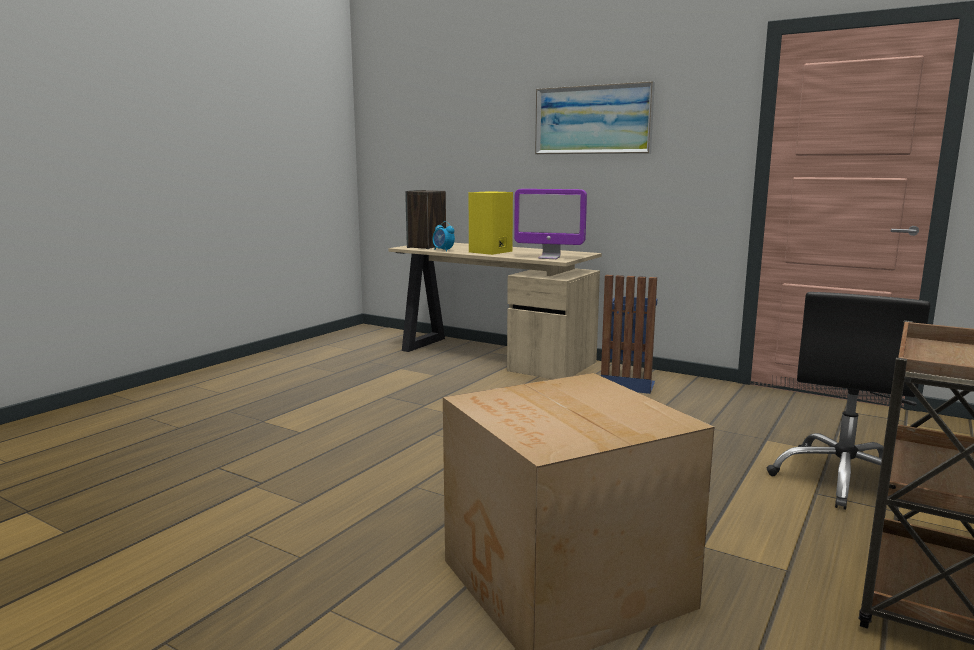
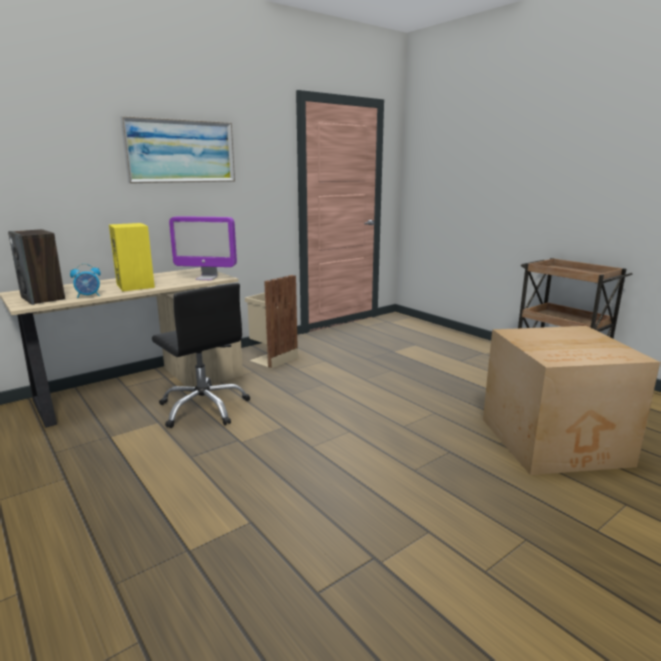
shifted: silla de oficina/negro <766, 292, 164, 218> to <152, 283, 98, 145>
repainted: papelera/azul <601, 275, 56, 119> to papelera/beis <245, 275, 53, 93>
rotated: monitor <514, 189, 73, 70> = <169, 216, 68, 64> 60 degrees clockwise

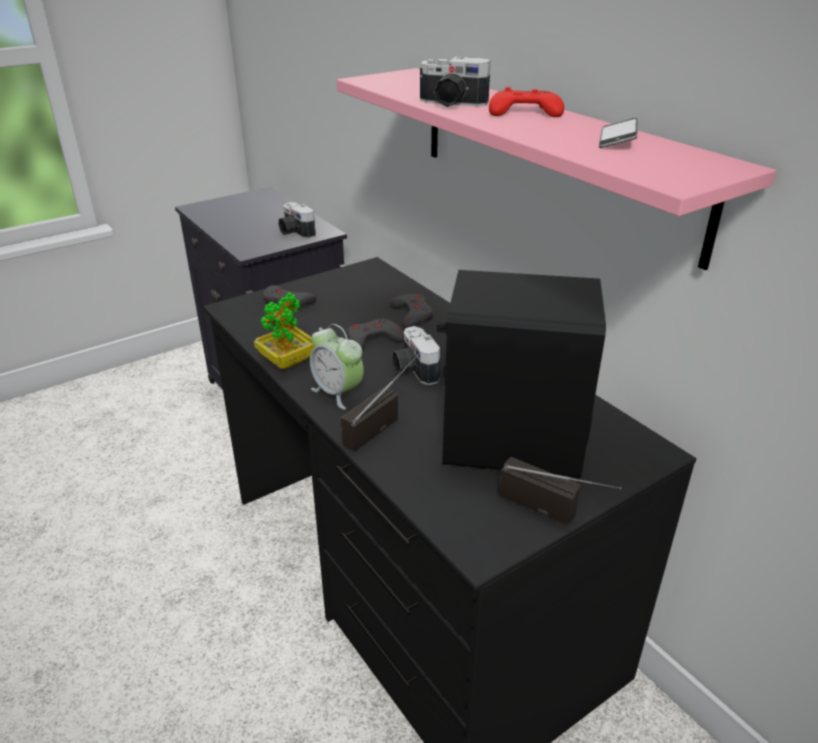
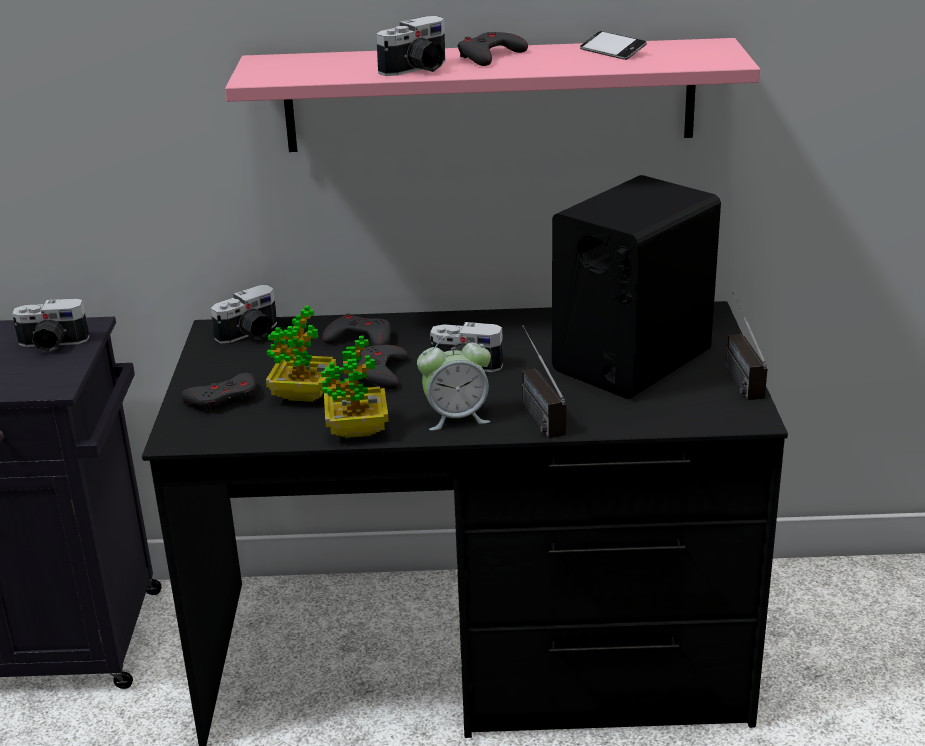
new: cámara <211, 285, 66, 59>; planta en maceta <266, 306, 70, 96>
repainted: mando de consola/rojo <489, 87, 75, 30> to mando de consola/gris <458, 32, 70, 34>
rotated: radio <499, 457, 122, 68> = <726, 292, 41, 108> 75 degrees counterclockwise

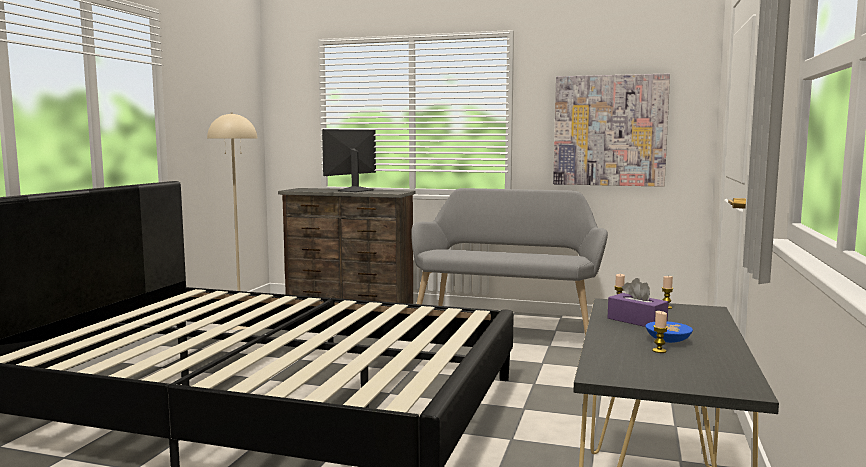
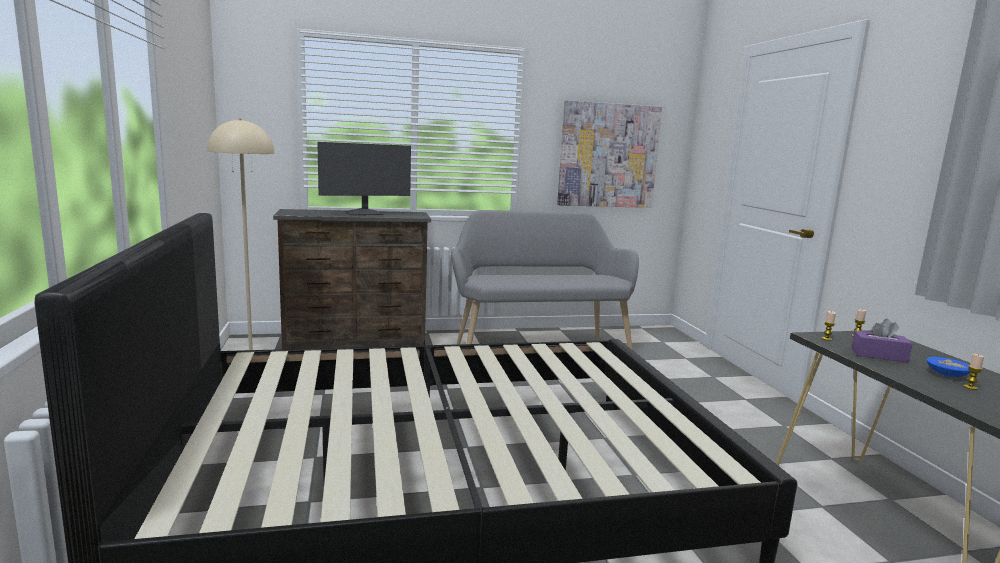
rotated: monitor <322, 129, 54, 63> = <317, 142, 94, 73> 120 degrees counterclockwise

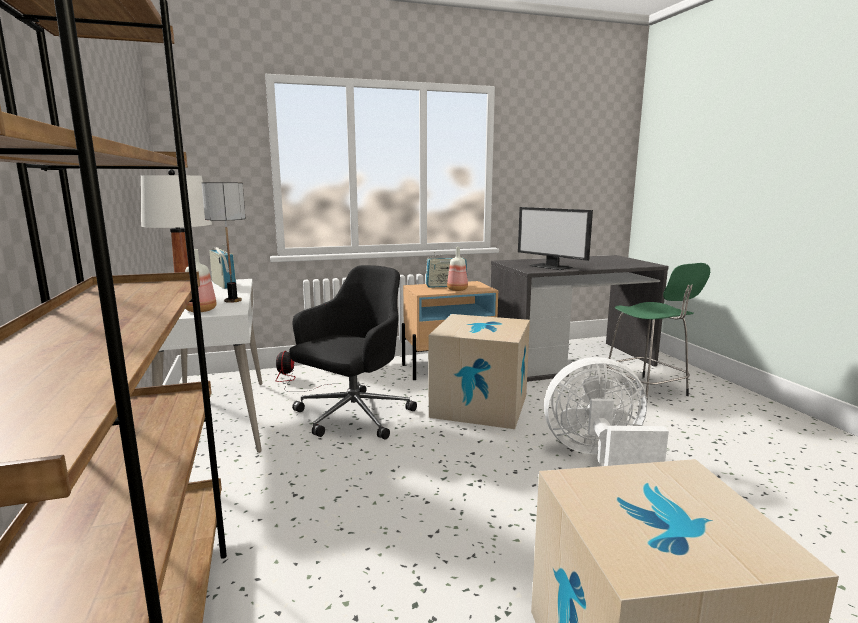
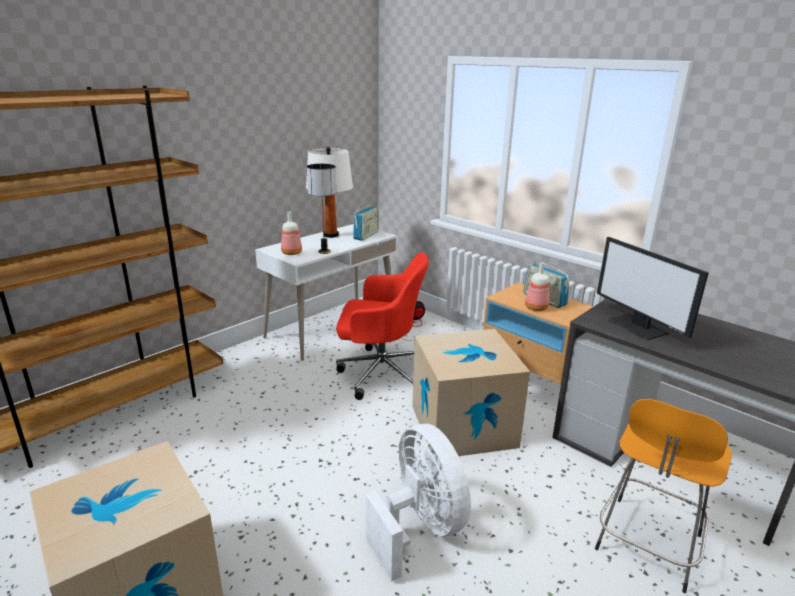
repainted: taburete/verde <604, 263, 106, 137> to taburete/naranja <595, 399, 137, 194>; silla de oficina/negro <289, 265, 128, 175> to silla de oficina/rojo <336, 252, 93, 148>
rotated: monitor <518, 207, 75, 63> = <597, 237, 112, 103> 45 degrees counterclockwise

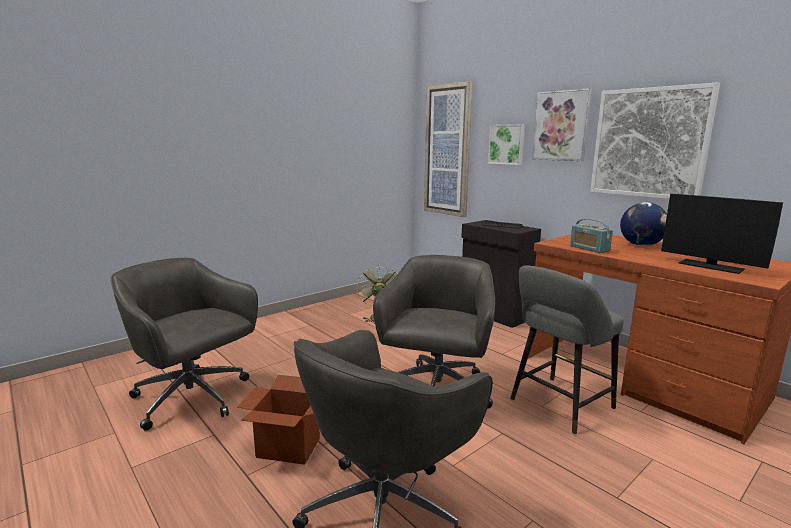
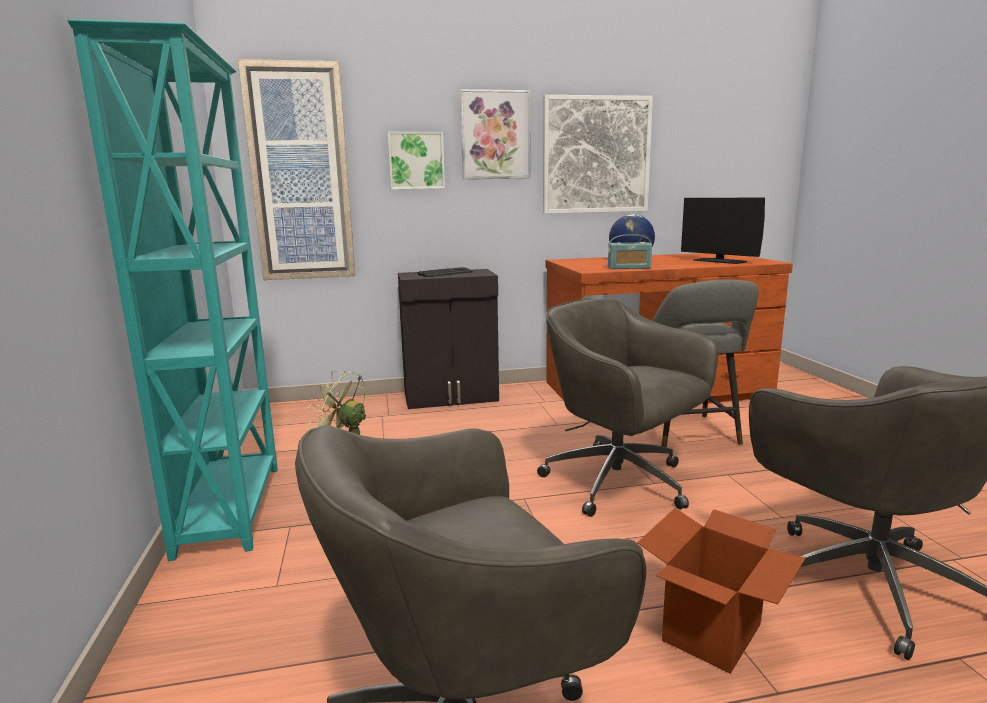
new: estantería/turquesa <67, 19, 211, 542>
rotated: monitor <661, 194, 122, 80> = <681, 198, 84, 66> 60 degrees clockwise

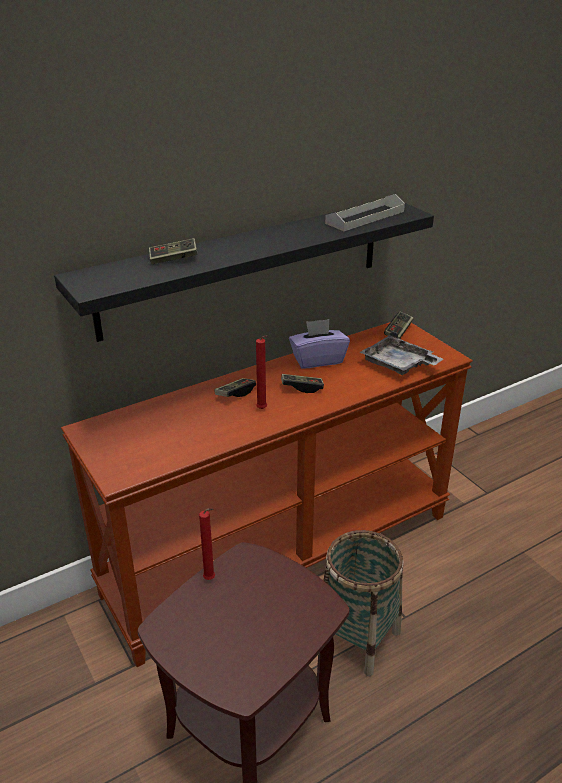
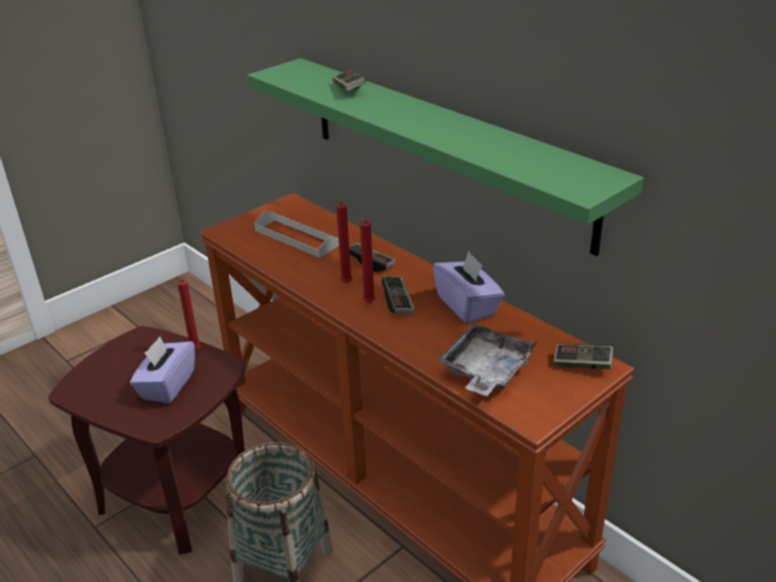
new: vela/rojo <360, 218, 15, 85>; caja de pañuelos/morado <130, 337, 65, 67>
shifted: bandeja/gris <325, 194, 80, 37> to <254, 212, 85, 46>
repainted: estante/negro <54, 203, 380, 139> to estante/verde <247, 58, 397, 198>

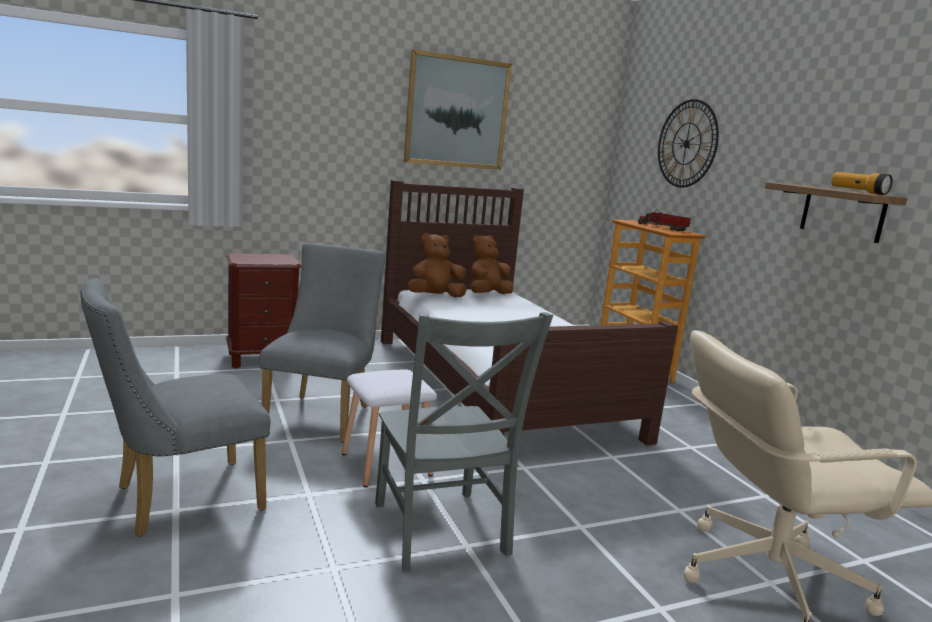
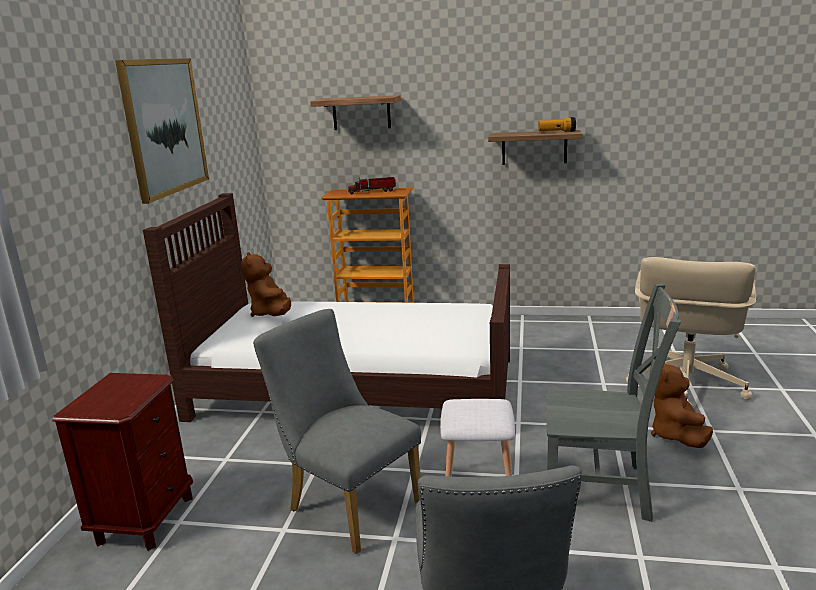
shifted: peluche/marrón <408, 233, 58, 65> to <651, 364, 62, 84>
swapped: reloj de pared <658, 99, 61, 89> to estante <310, 95, 91, 35>

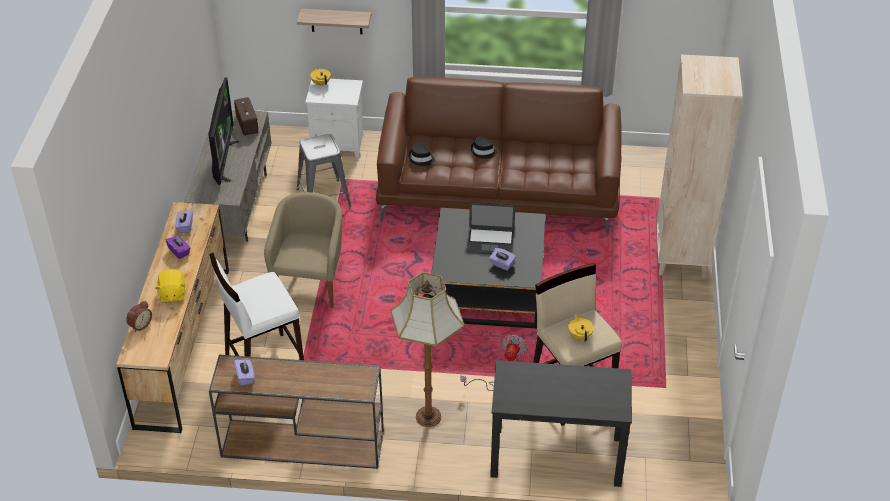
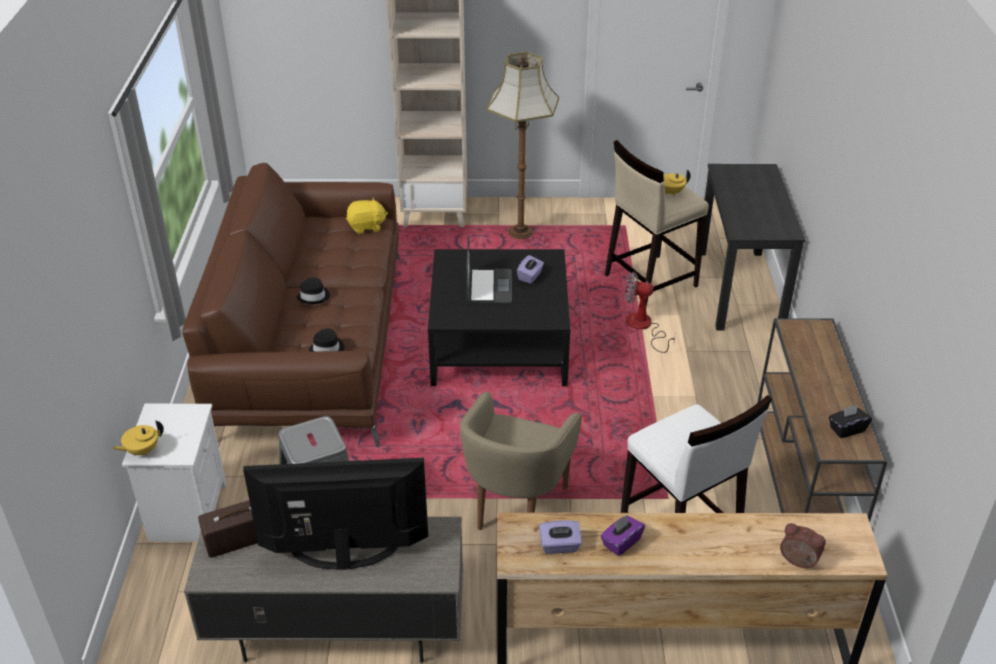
gone: estante <297, 9, 74, 25>
shifted: peluche/amarillo <155, 269, 30, 34> to <346, 197, 42, 37>; lámpara de pie <391, 272, 74, 155> to <486, 52, 73, 187>
repainted: caja de pañuelos/morado <234, 359, 20, 27> to caja de pañuelos/negro <829, 405, 43, 33>
rotated: sillón/beis <264, 192, 78, 116> = <460, 392, 122, 138> 75 degrees counterclockwise

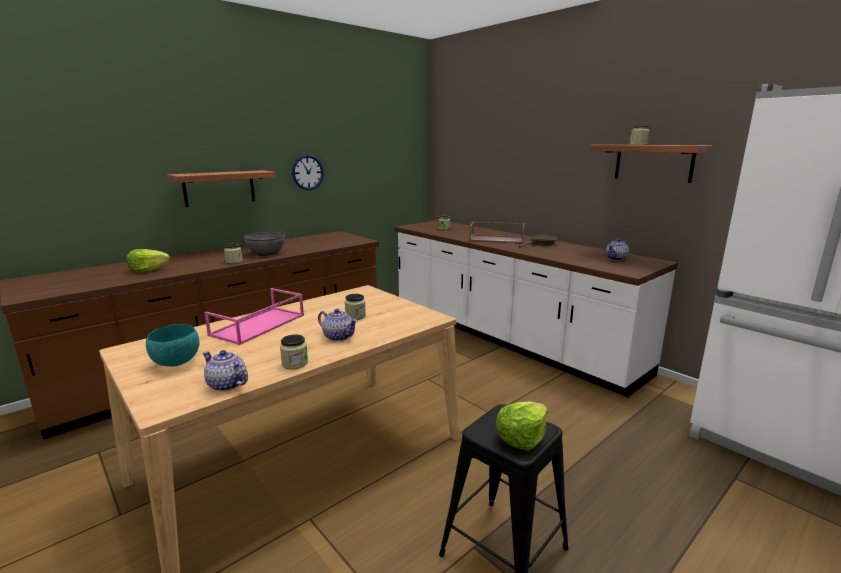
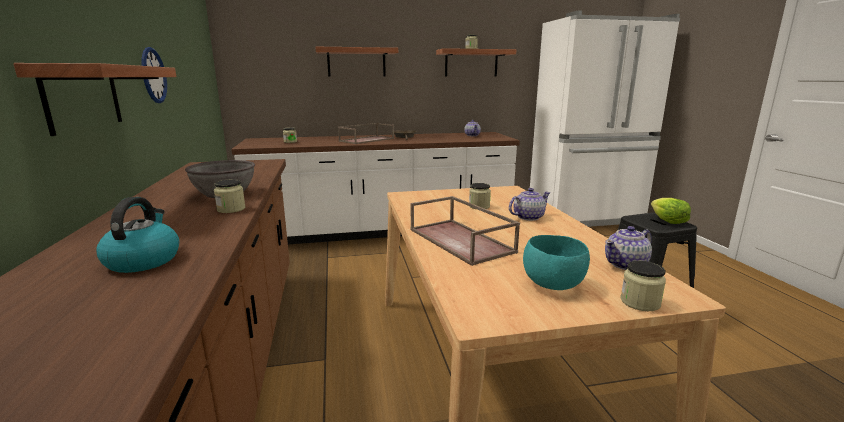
new: estante <315, 47, 83, 29>
shifted: tarro <280, 335, 28, 35> to <620, 261, 46, 50>
swapped: lechuga <126, 249, 44, 23> to hervidor <96, 197, 83, 76>
repainted: bandeja/rosa <204, 288, 100, 57> to bandeja/marrón <410, 196, 110, 70>

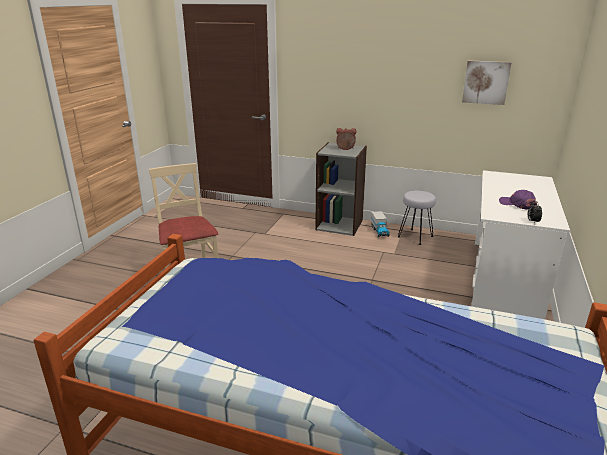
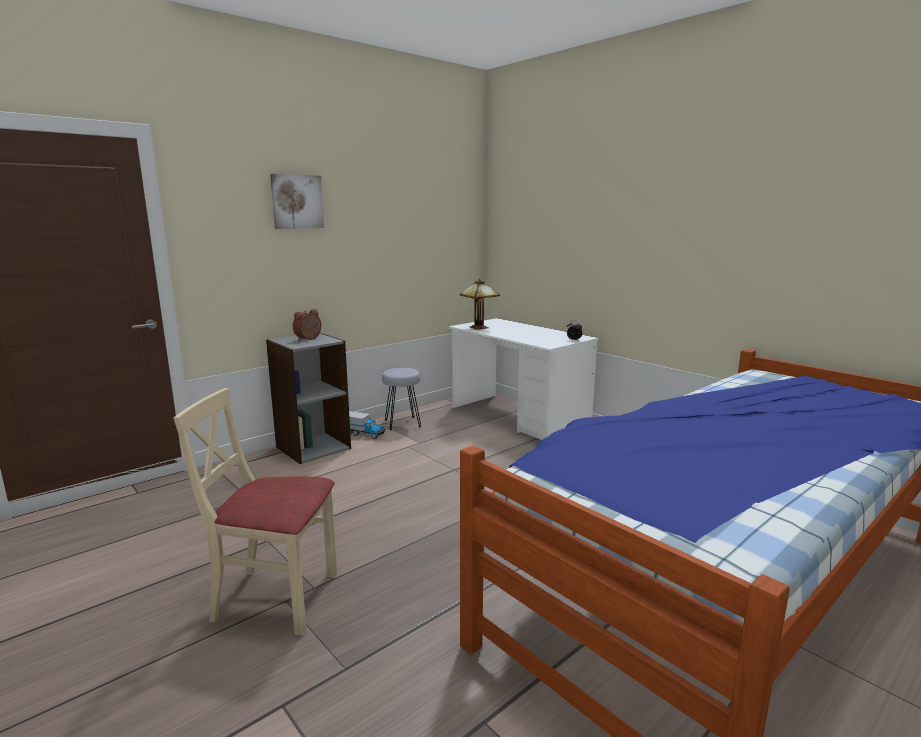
gone: gorra/morado <499, 190, 38, 20>
new: lámpara de mesa <459, 279, 41, 51>
shifted: cuadro <462, 60, 50, 45> to <270, 174, 54, 55>

